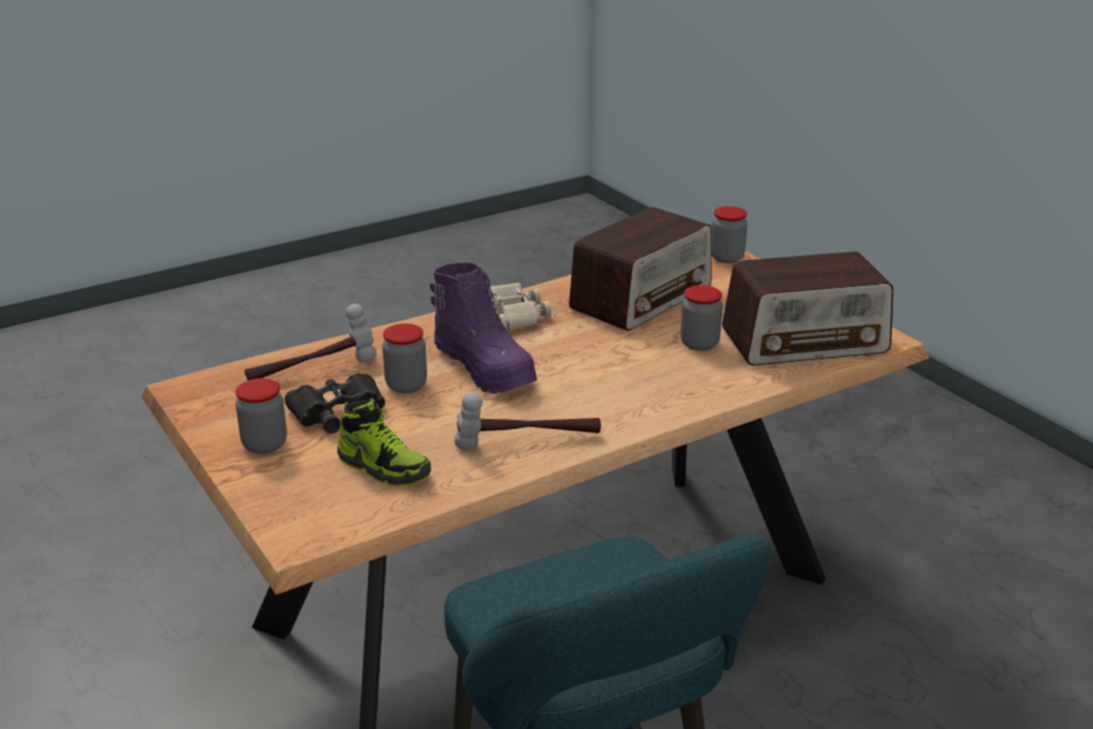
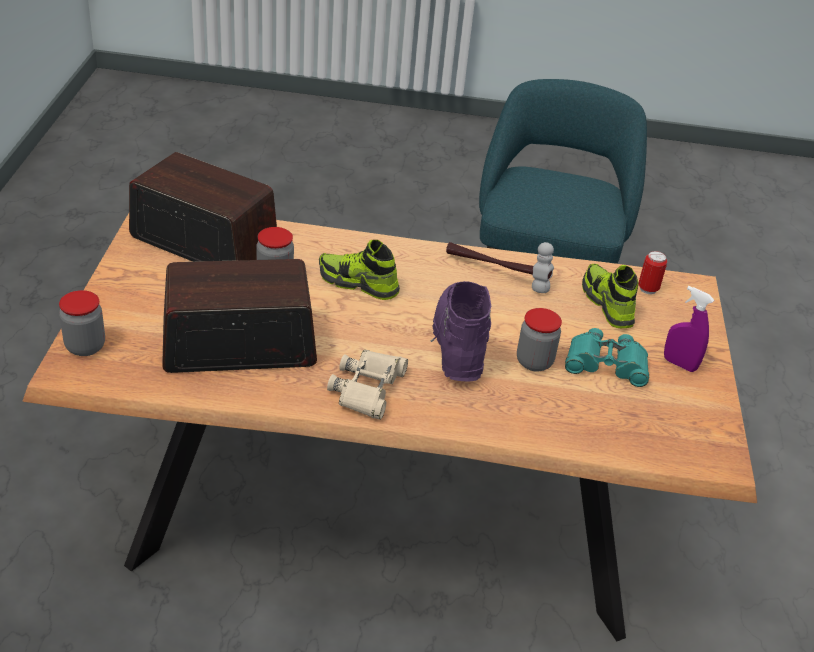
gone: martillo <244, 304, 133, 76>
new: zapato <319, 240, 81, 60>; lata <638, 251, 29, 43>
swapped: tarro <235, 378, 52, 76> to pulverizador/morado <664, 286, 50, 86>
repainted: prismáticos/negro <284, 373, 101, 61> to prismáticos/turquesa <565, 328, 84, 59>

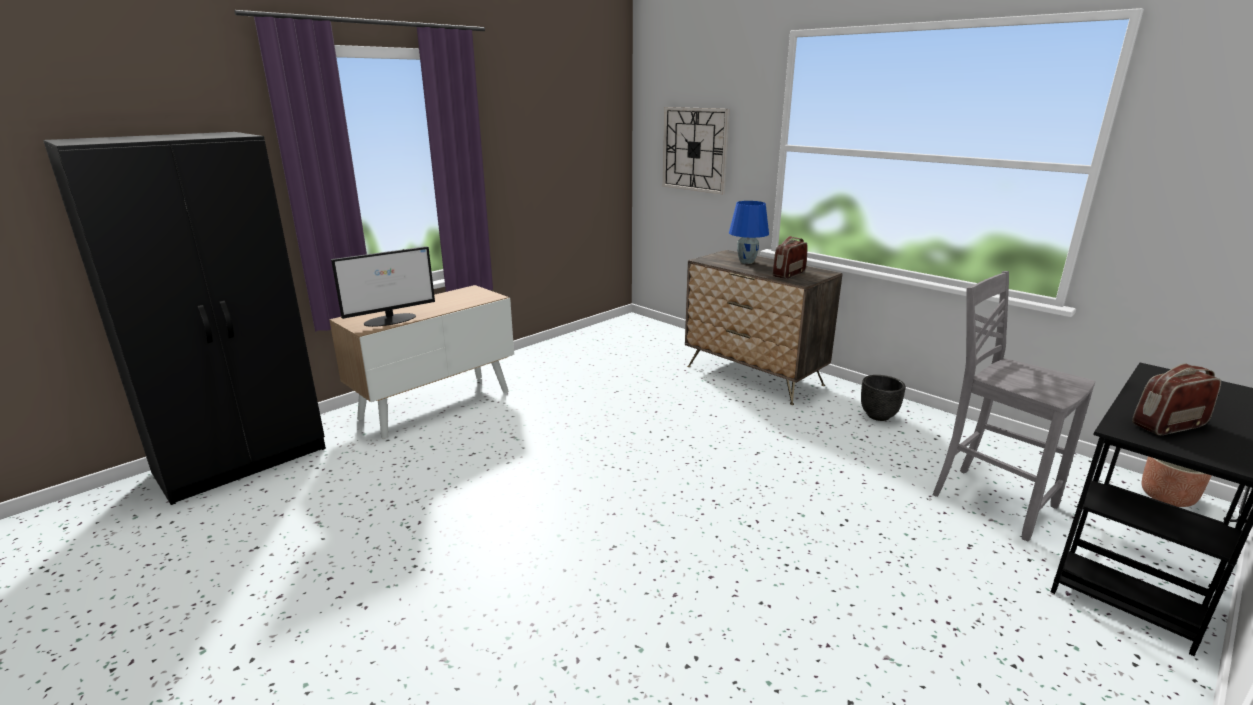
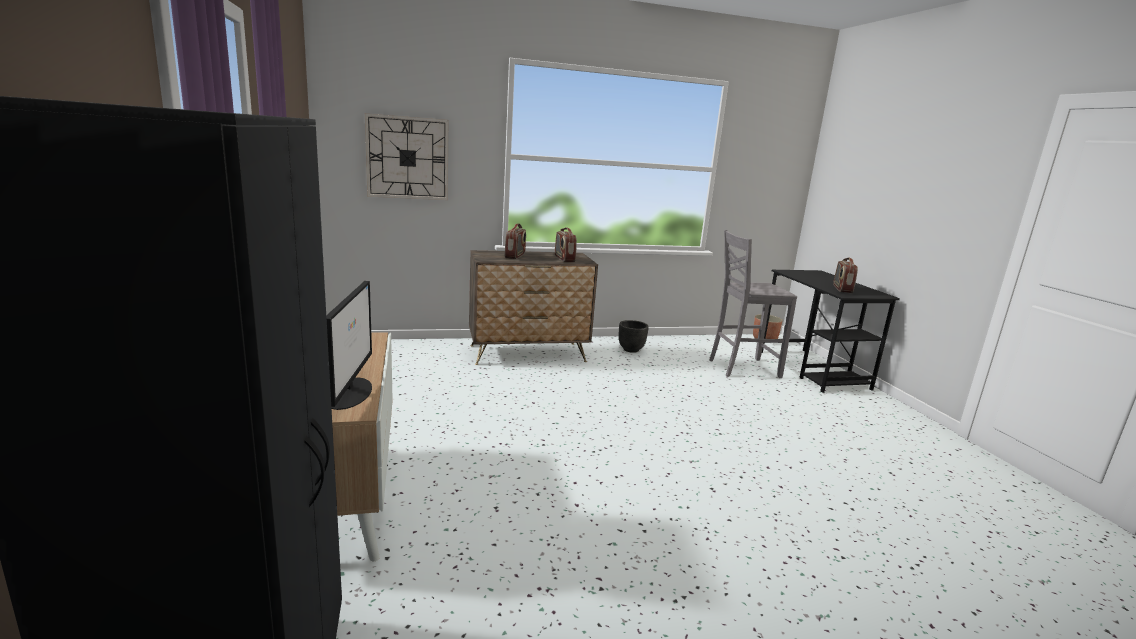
swapped: lámpara de mesa/azul <729, 201, 40, 63> to radio <505, 223, 21, 36>

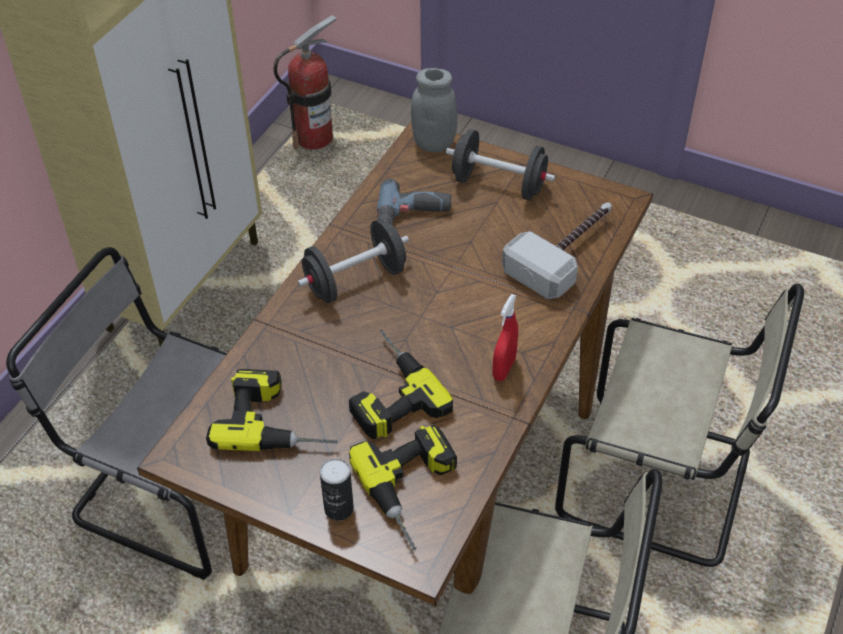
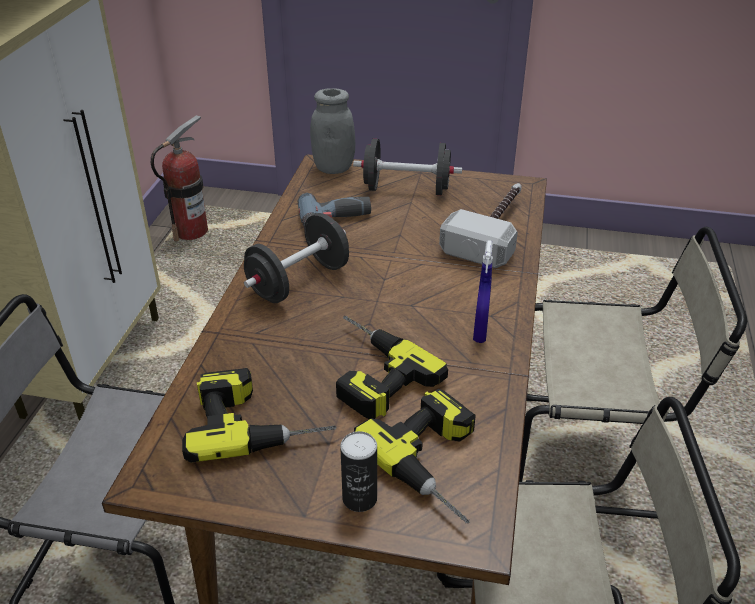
repainted: pulverizador/rojo <492, 294, 26, 87> to pulverizador/azul <473, 240, 20, 103>

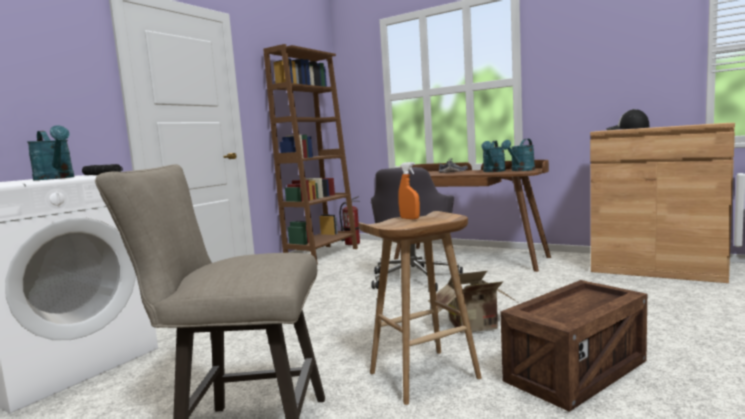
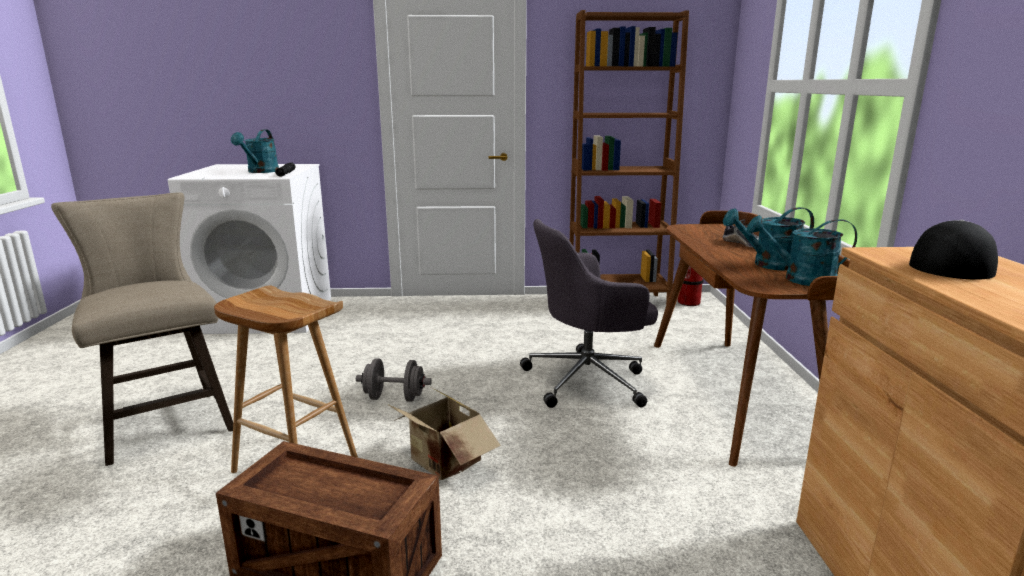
gone: pulverizador/naranja <398, 162, 22, 57>
new: mancuerna/gris <356, 358, 76, 44>

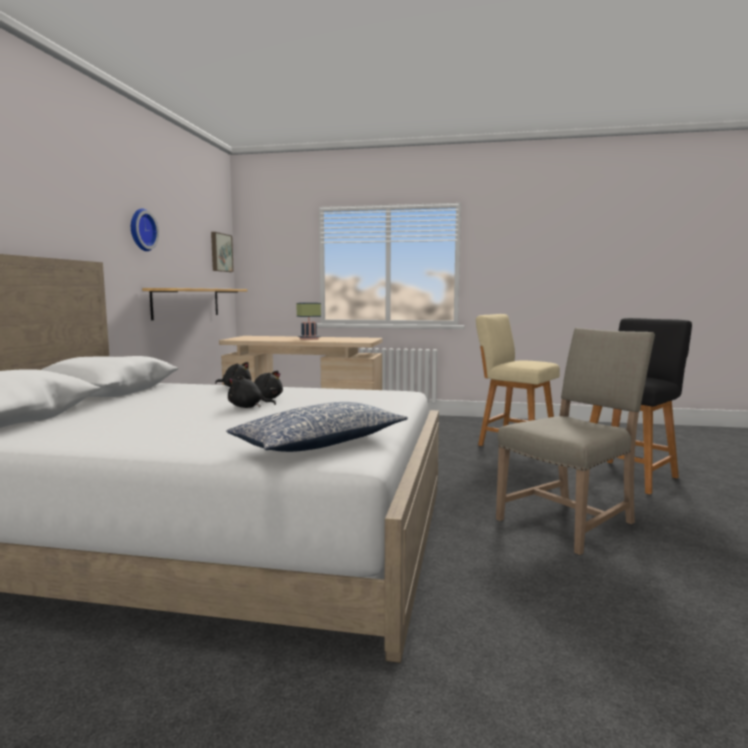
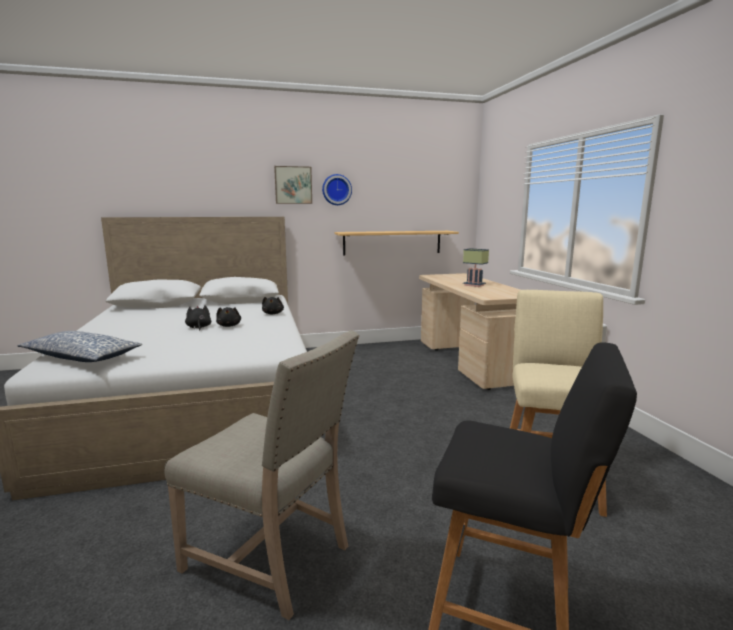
shifted: cuadro <211, 232, 23, 40> to <274, 166, 38, 38>

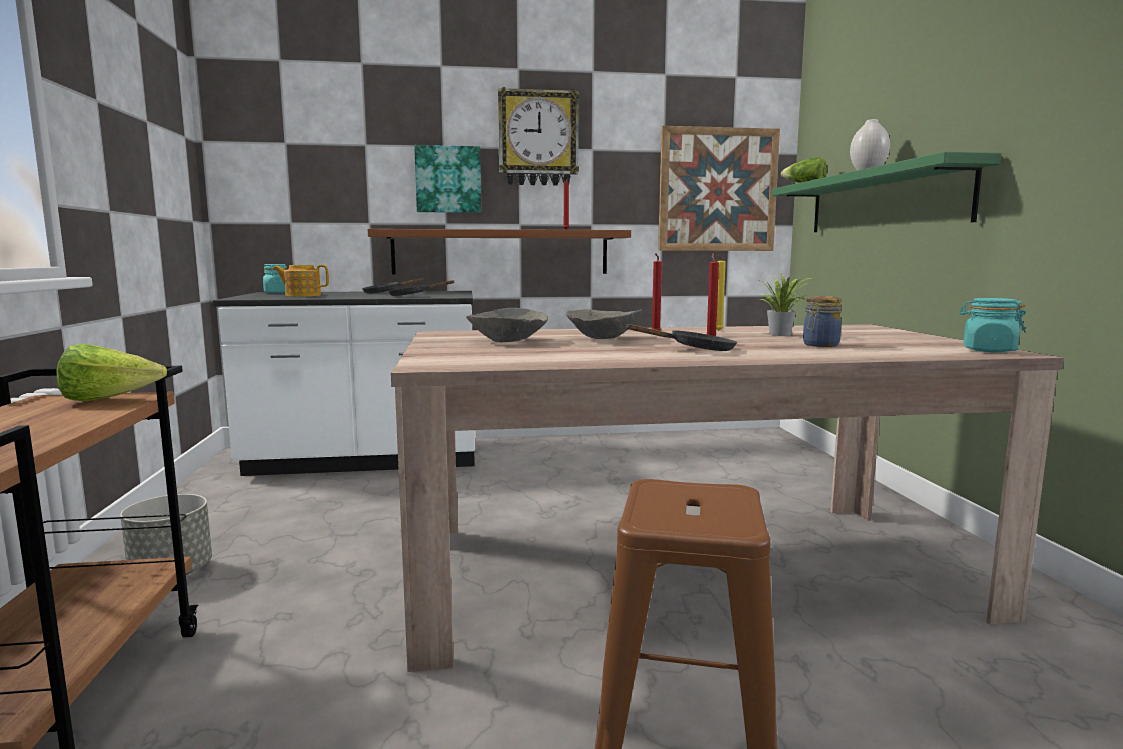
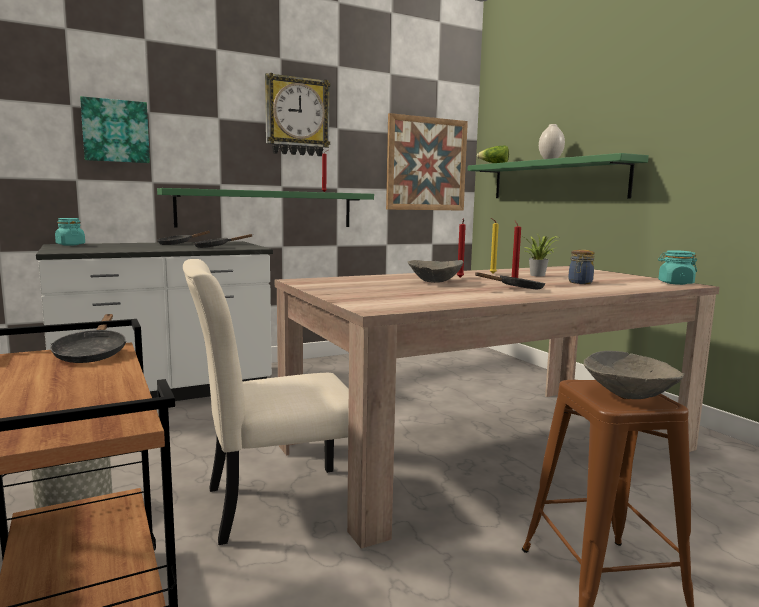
gone: tetera <272, 265, 57, 32>
new: silla/beis <183, 259, 166, 286>
shifted: cuadro <414, 145, 67, 68> to <80, 96, 70, 67>; cuenco/gris <466, 308, 82, 34> to <584, 351, 101, 48>
swapped: lechuga <57, 344, 110, 57> to sartén/negro <50, 314, 76, 49>
repainted: estante/marrón <368, 229, 263, 46> to estante/verde <157, 188, 217, 40>

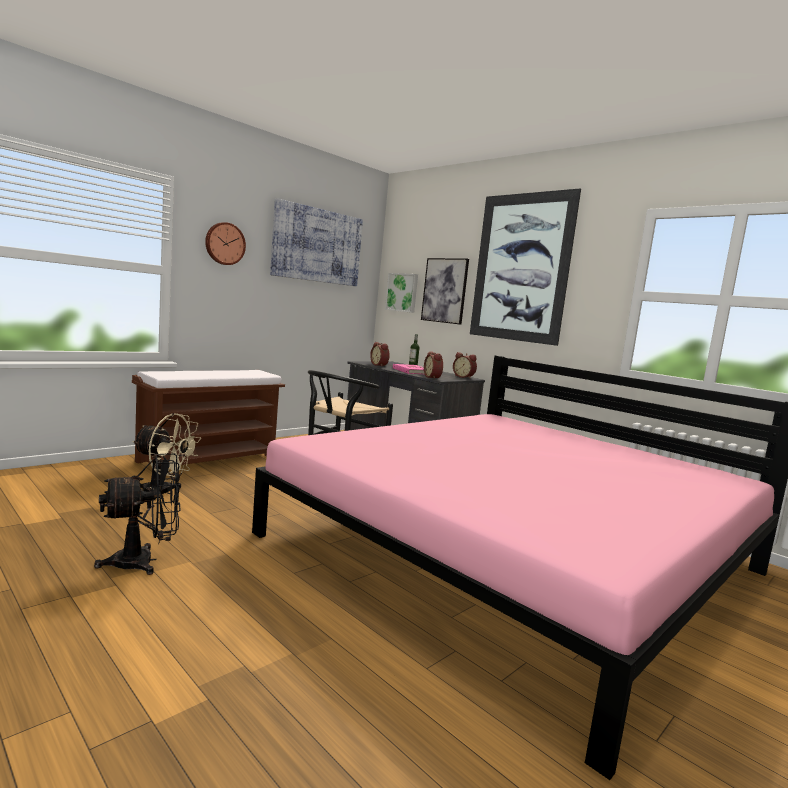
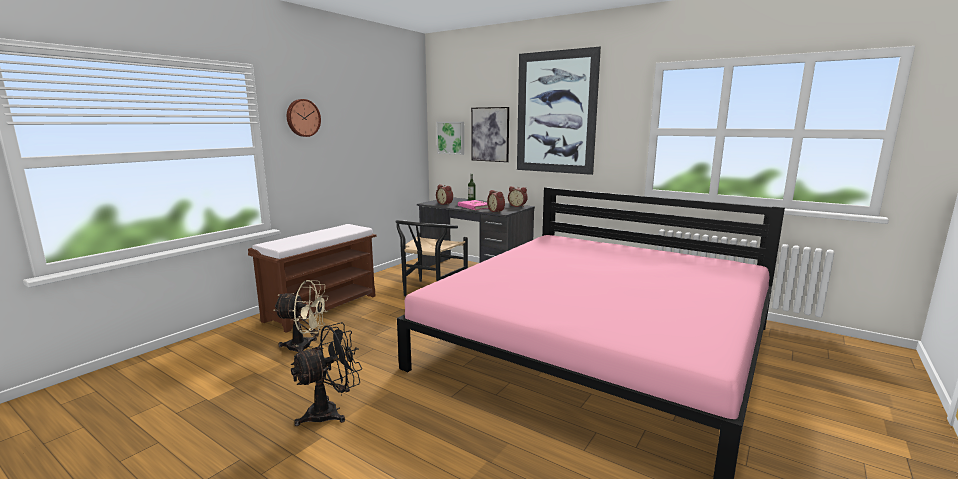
gone: cuadro <270, 198, 93, 88>

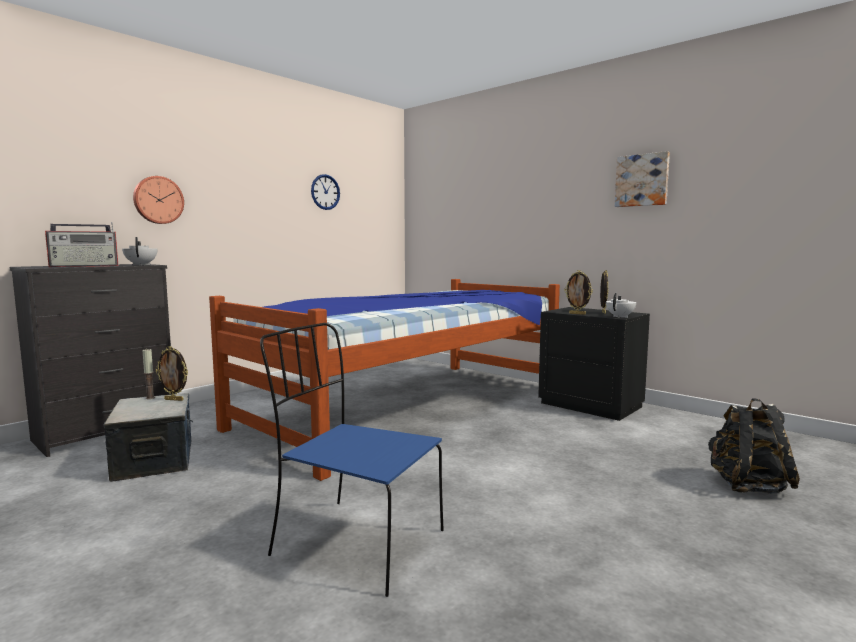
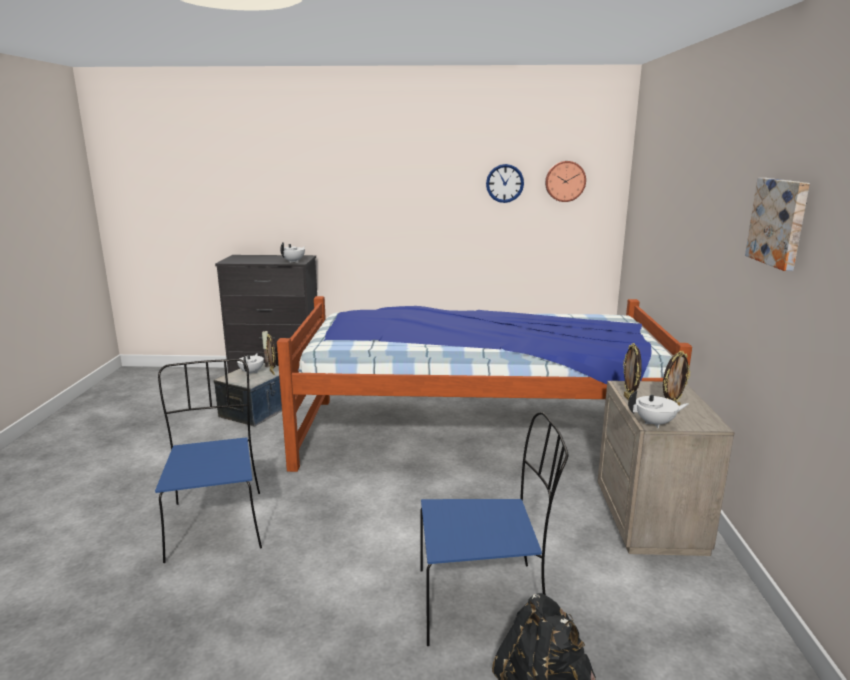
gone: radio <45, 222, 73, 45>
new: tetera/blanco <237, 353, 27, 22>; silla/azul <420, 412, 148, 234>
shifted: reloj de pared <133, 176, 51, 48> to <545, 161, 41, 41>
repainted: mesita de noche/negro <538, 307, 112, 114> to mesita de noche/beis <598, 381, 137, 175>

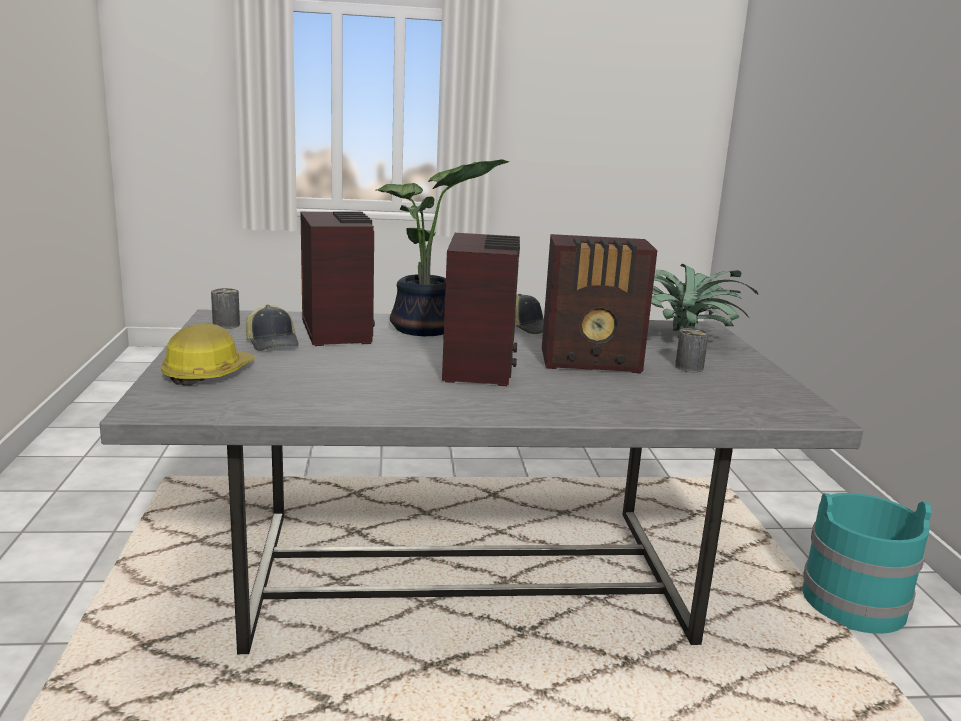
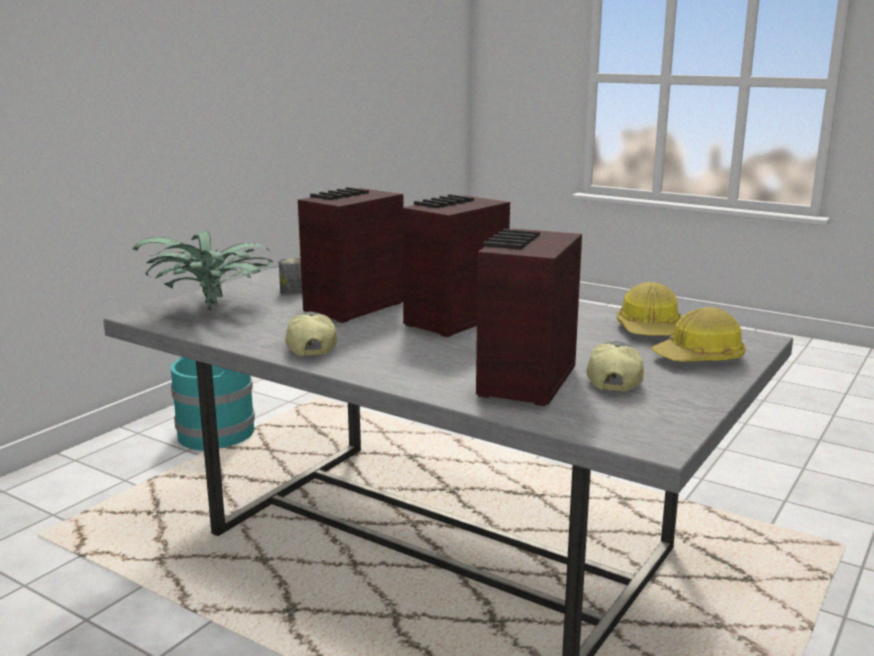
gone: planta en maceta <376, 159, 134, 177>; lata <211, 288, 29, 41>
new: casco <617, 282, 65, 54>
rotated: radio <542, 234, 115, 139> = <298, 187, 106, 136> 90 degrees counterclockwise

